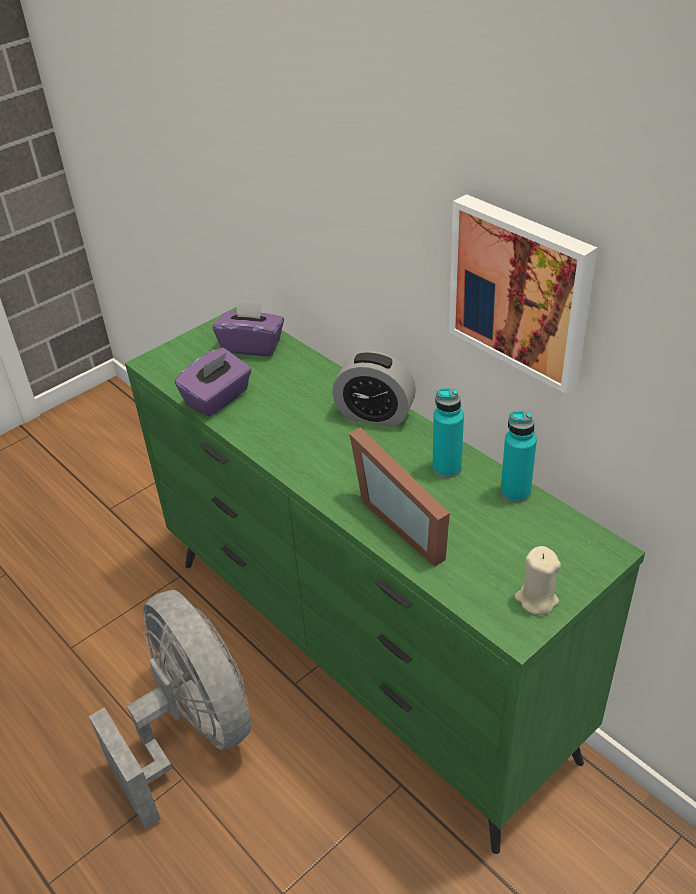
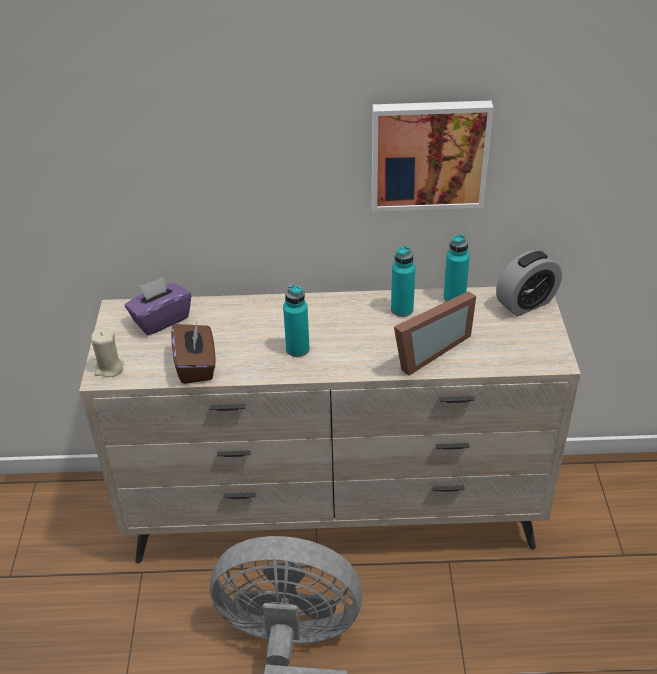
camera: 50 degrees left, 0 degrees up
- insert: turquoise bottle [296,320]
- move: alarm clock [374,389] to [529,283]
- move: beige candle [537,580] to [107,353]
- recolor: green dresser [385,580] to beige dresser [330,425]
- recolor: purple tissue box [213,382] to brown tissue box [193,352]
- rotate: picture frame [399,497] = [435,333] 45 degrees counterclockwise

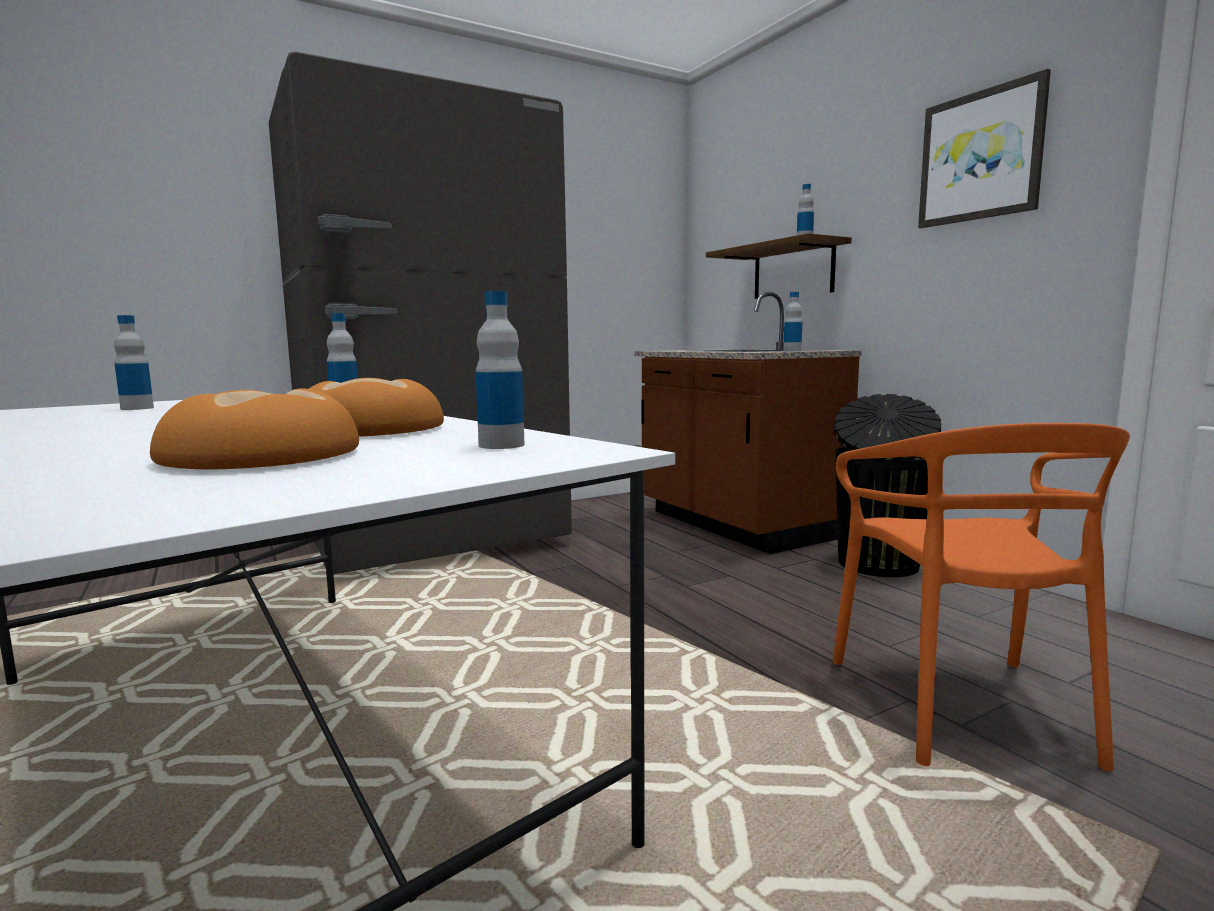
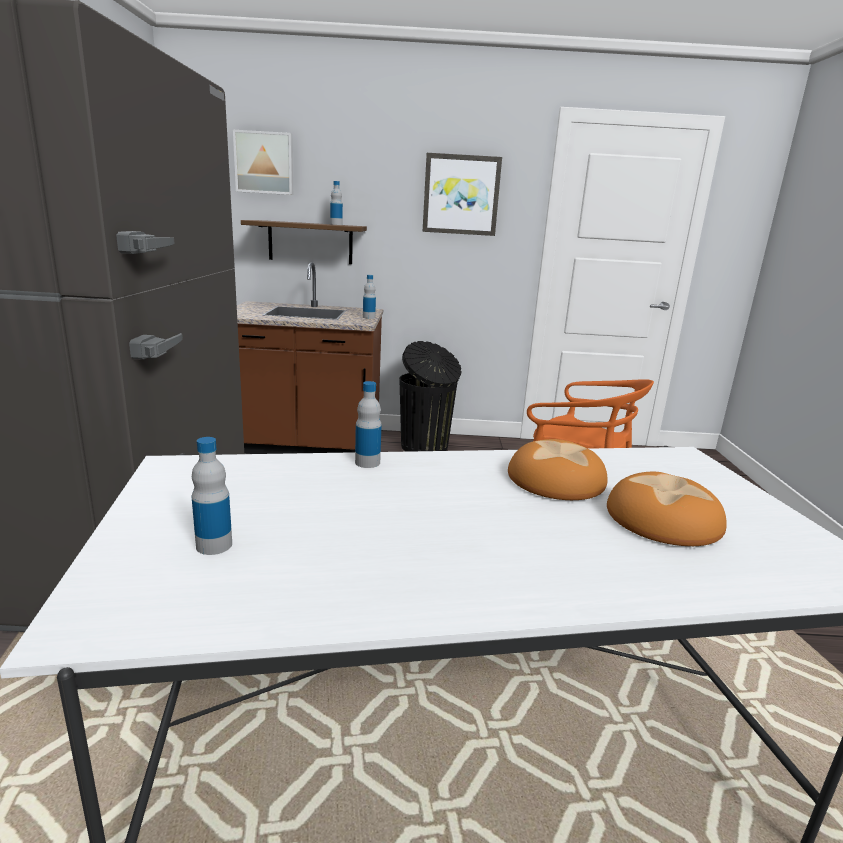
camera: 60 degrees left, 10 degrees up
- delete: bottle [500,370]
- insert: picture [263,162]

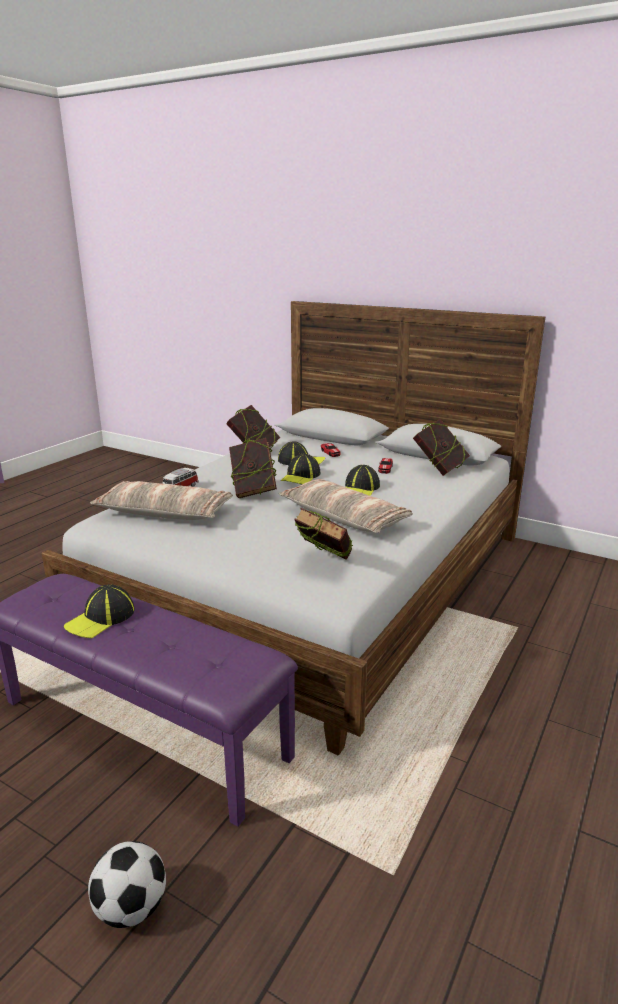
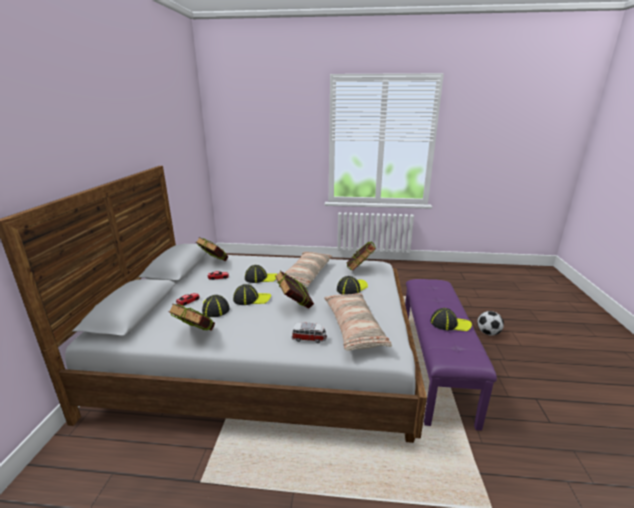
camera: 115 degrees left, 0 degrees up
- insert: cap [352,285]

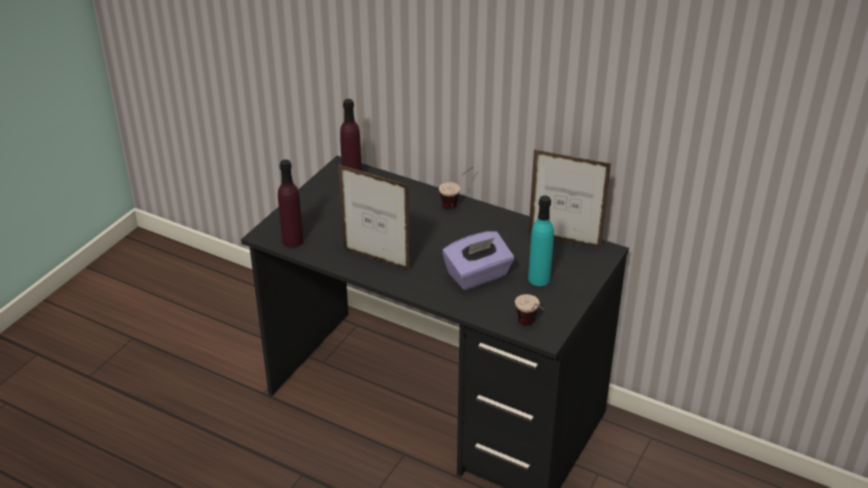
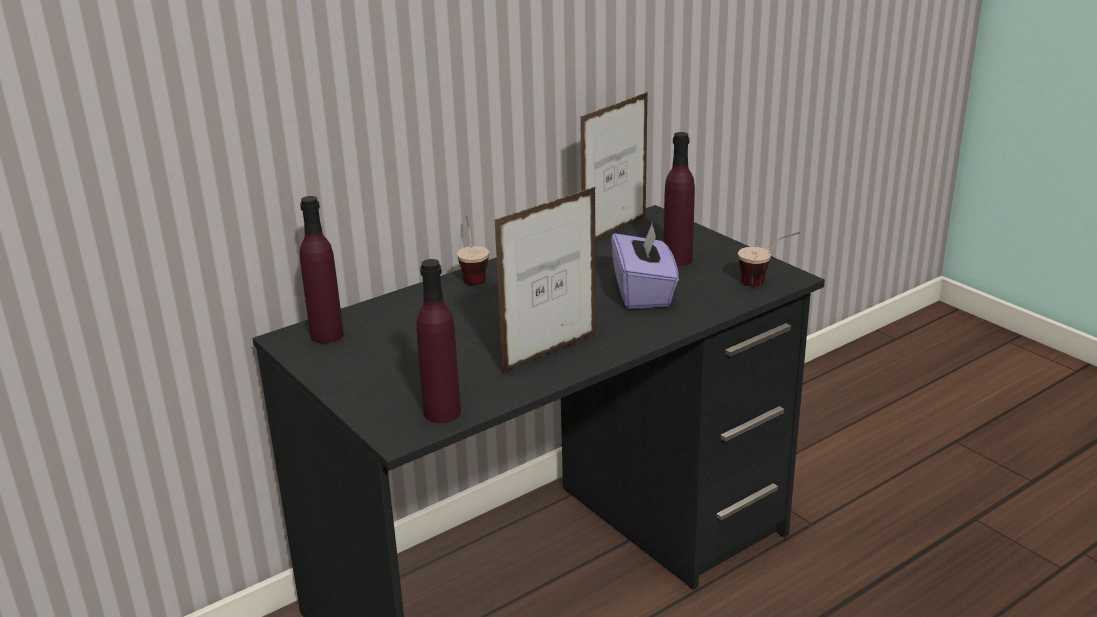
camera: 65 degrees left, 10 degrees down
- recolor: turquoise bottle [541,240] to purple bottle [679,199]

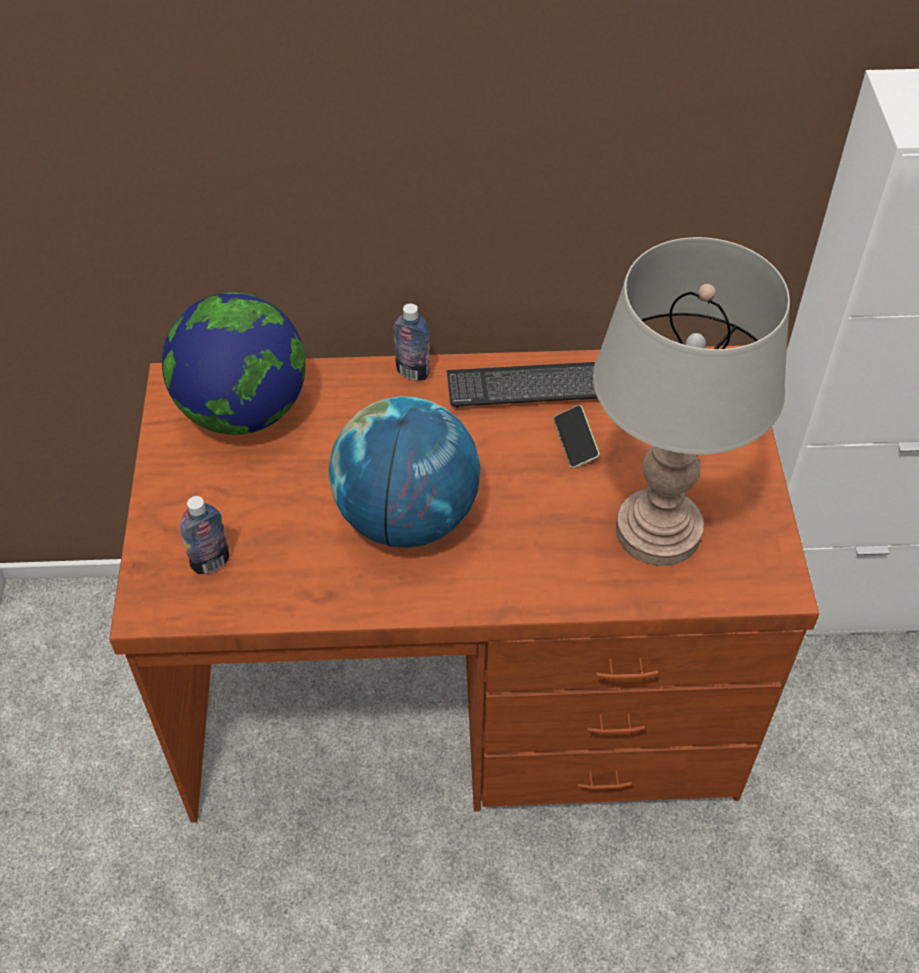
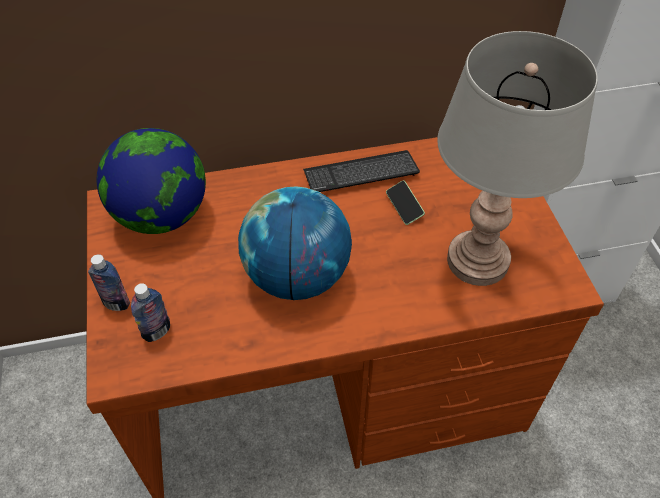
camera: 10 degrees left, 0 degrees up
- move: bottle [412,342] to [109,282]

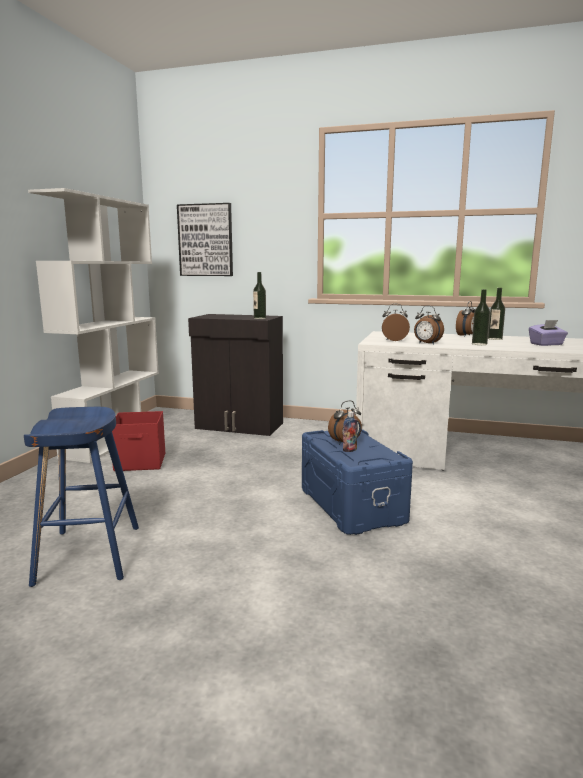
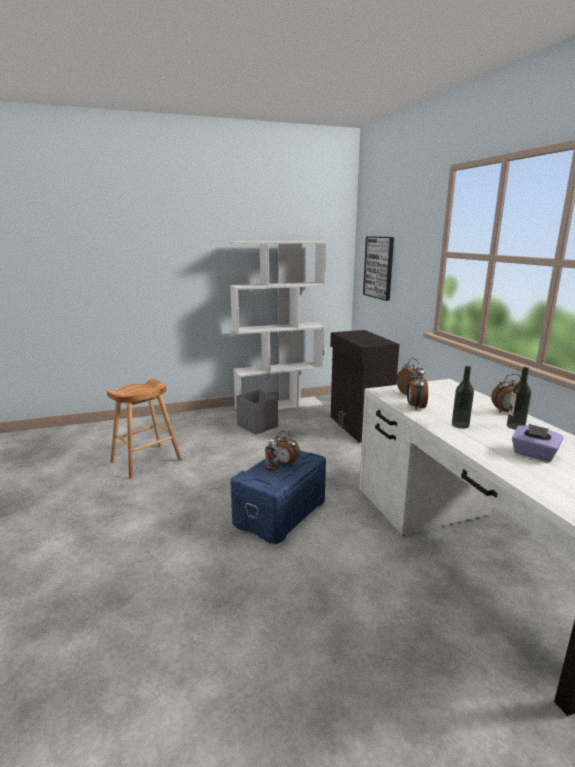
camera: 55 degrees right, 5 degrees up
- delete: bottle [259,295]
- recolor: blue stool [81,497] to brown stool [144,429]
- recolor: red storage box [138,441] to grey storage box [257,412]

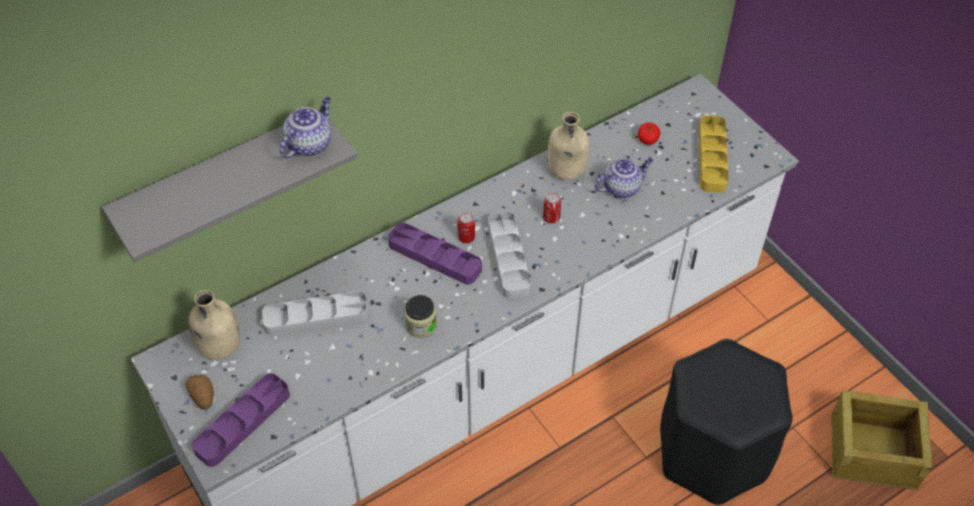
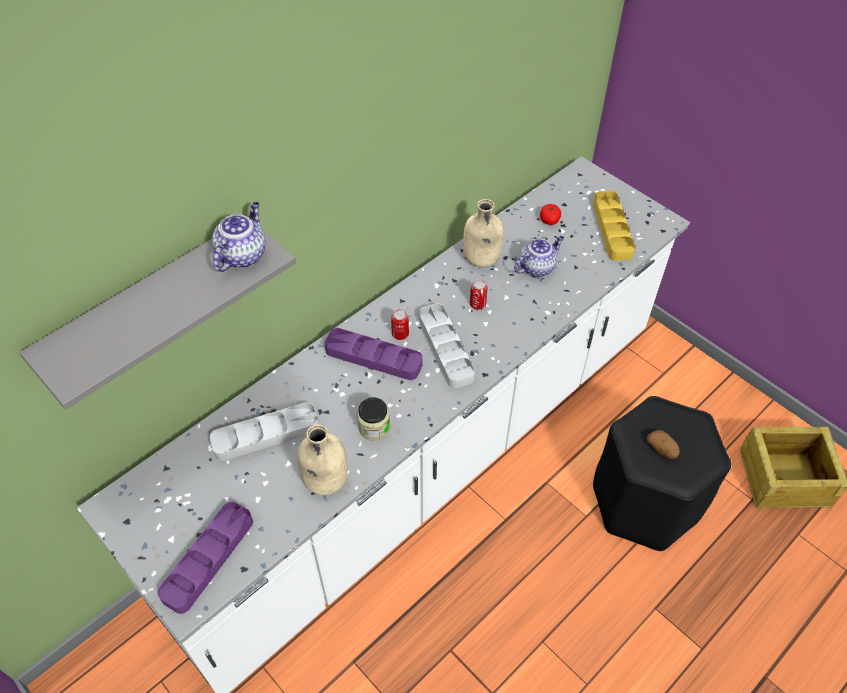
camera: 10 degrees left, 0 degrees up
- move: potato [200,392] to [663,444]
- move: beige bottle [214,325] to [322,459]

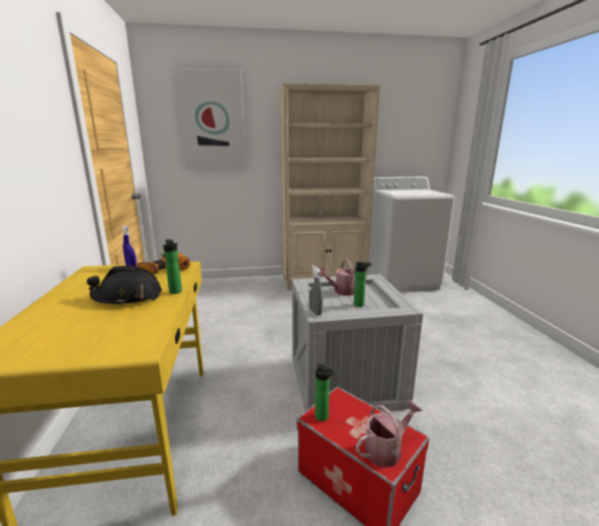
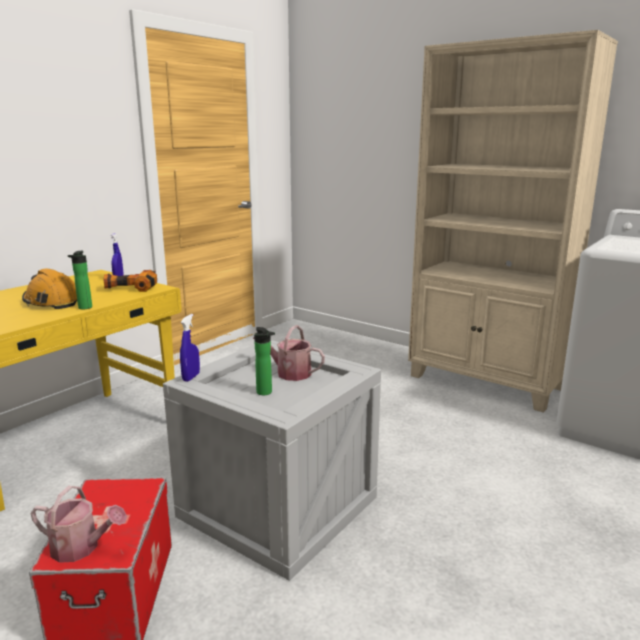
camera: 45 degrees right, 0 degrees up
- delete: picture [211,118]
- delete: bottle [325,392]
- recolor: black hard hat [124,286] to orange hard hat [49,288]
- recolor: grey spray bottle [316,290] to blue spray bottle [190,348]

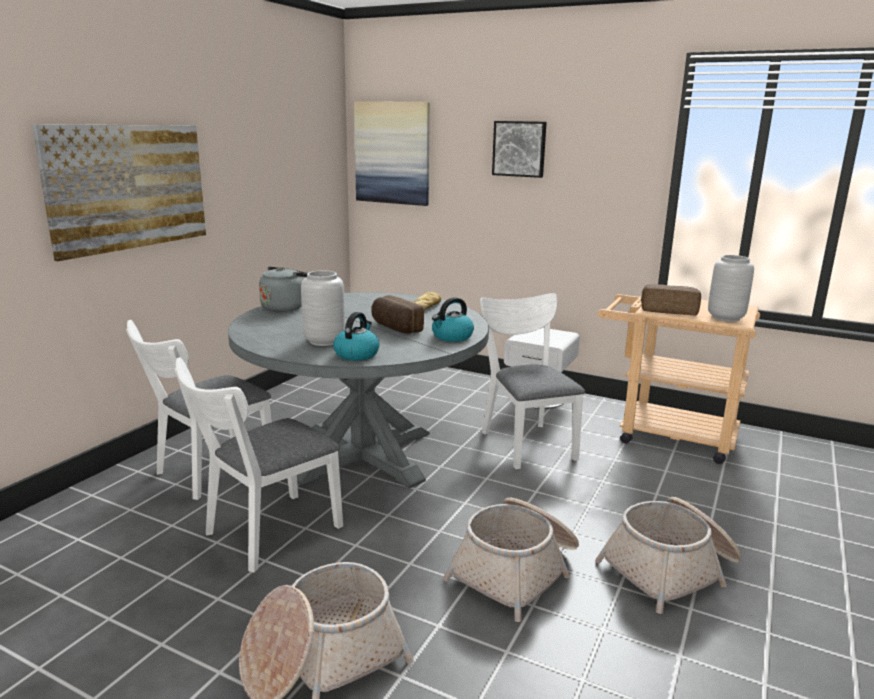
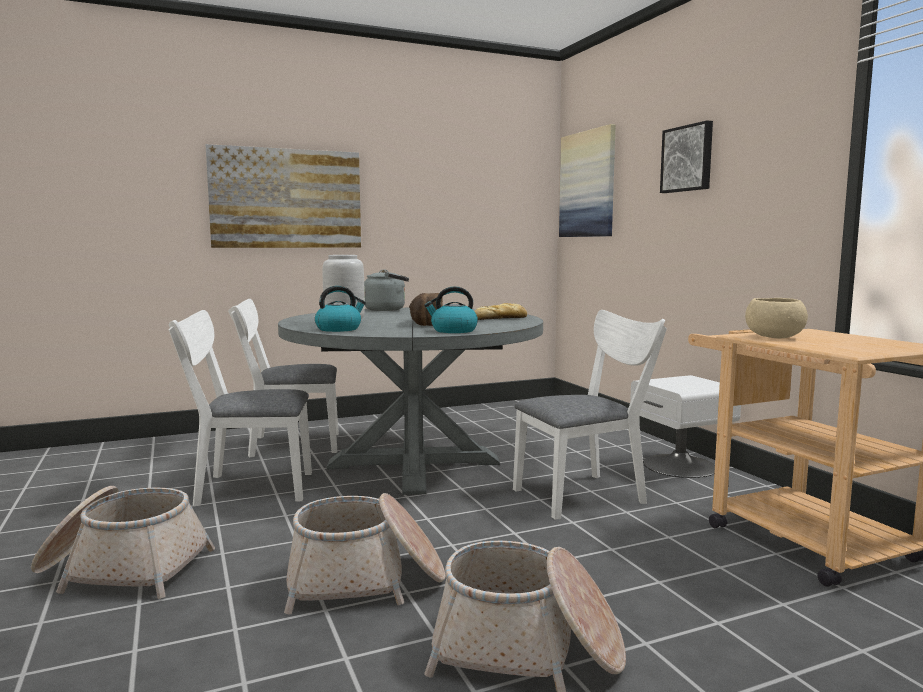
camera: 40 degrees right, 10 degrees down
- delete: grey vase [731,288]
- replace: bread [671,299] to beige bowl [776,318]
- rotate: white chair [532,381] = [590,415] 45 degrees clockwise

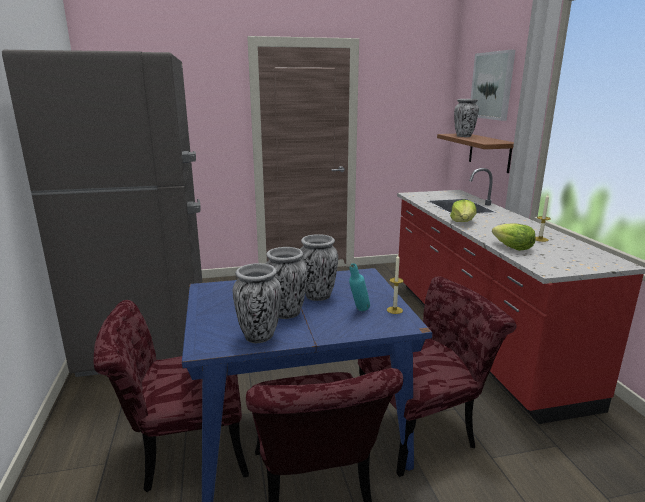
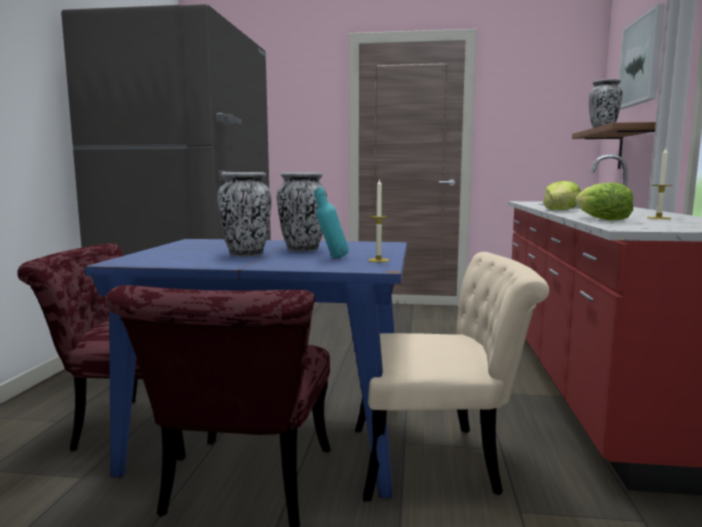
camera: 20 degrees right, 10 degrees down
- delete: vase [257,303]
- recolor: red chair [437,376] to beige chair [452,376]

